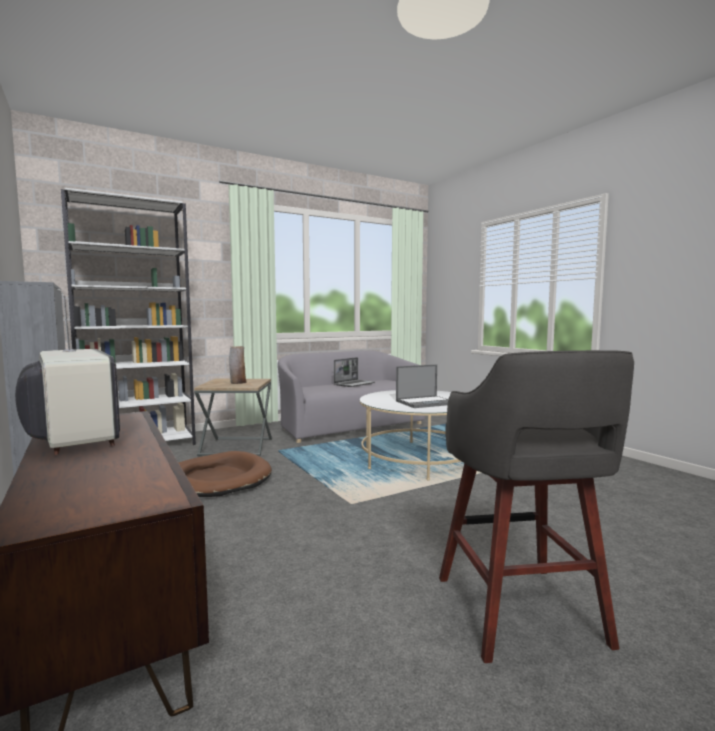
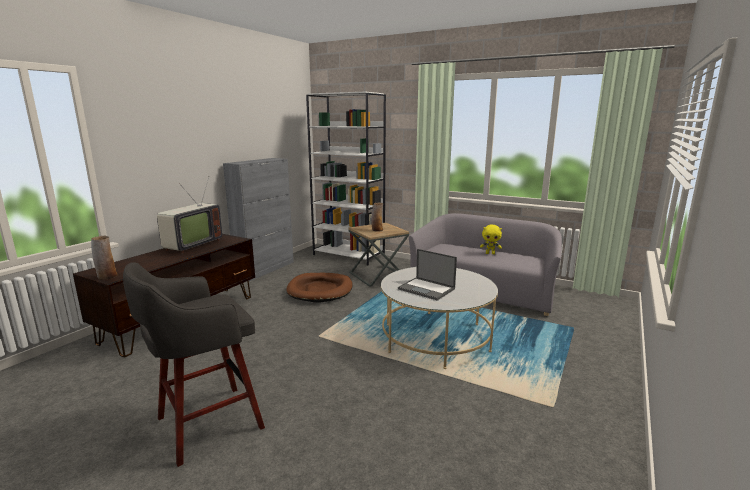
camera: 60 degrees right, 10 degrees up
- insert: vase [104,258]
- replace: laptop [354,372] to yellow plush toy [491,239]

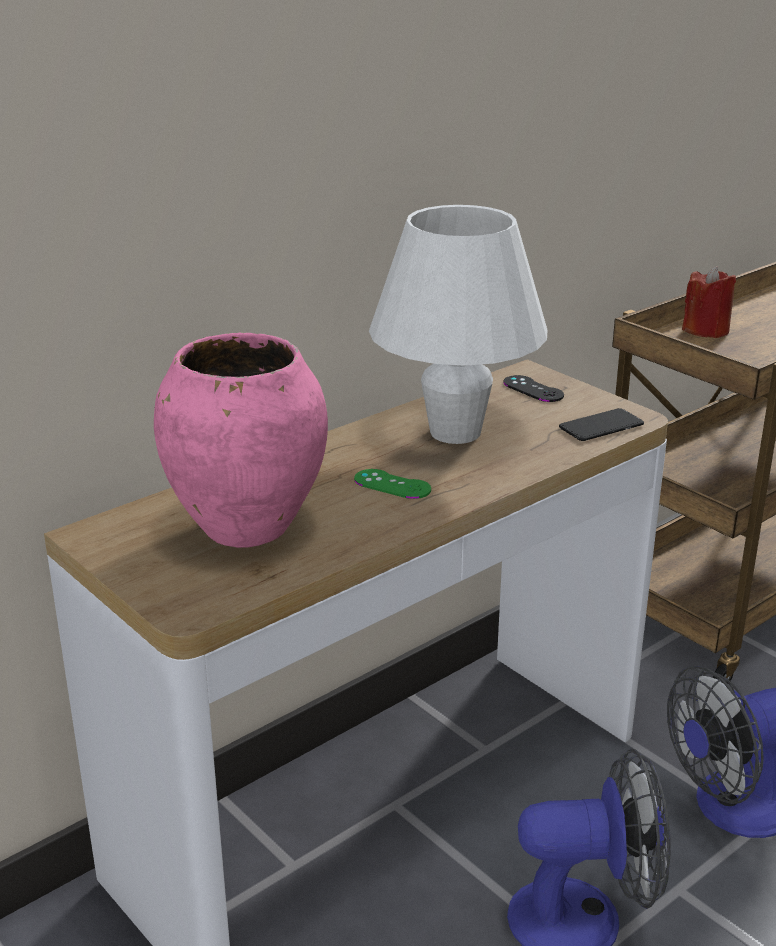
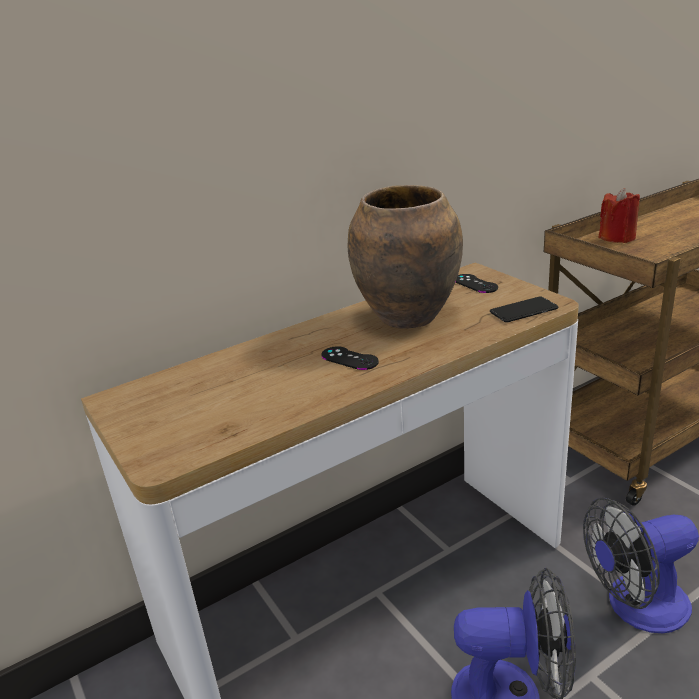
camera: 10 degrees right, 0 degrees up
- delete: pink vase [241,440]
- replace: white table lamp [458,324] to brown vase [405,257]
- recolor: green game controller [392,484] to black game controller [350,358]

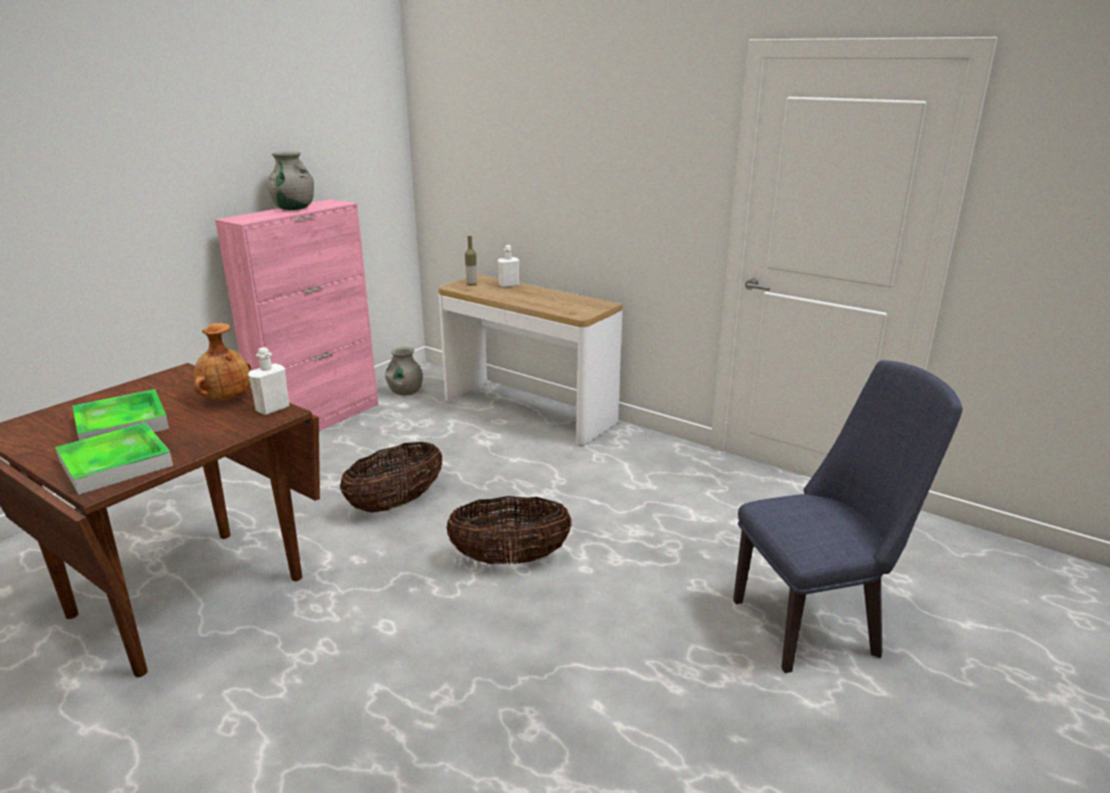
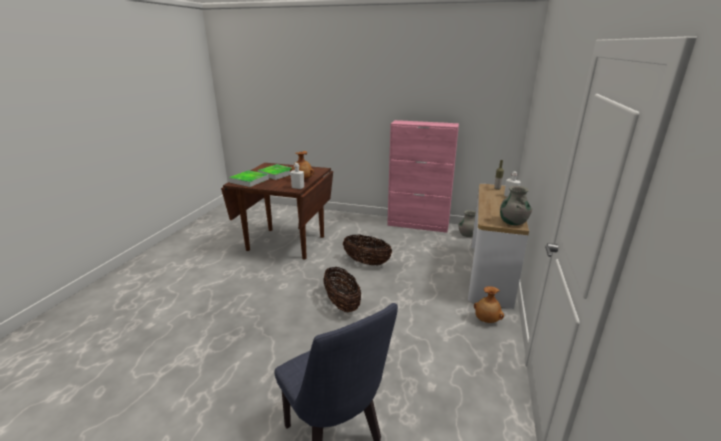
camera: 70 degrees right, 0 degrees up
- insert: brown vase [489,304]
- move: grey vase [291,180] to [516,205]

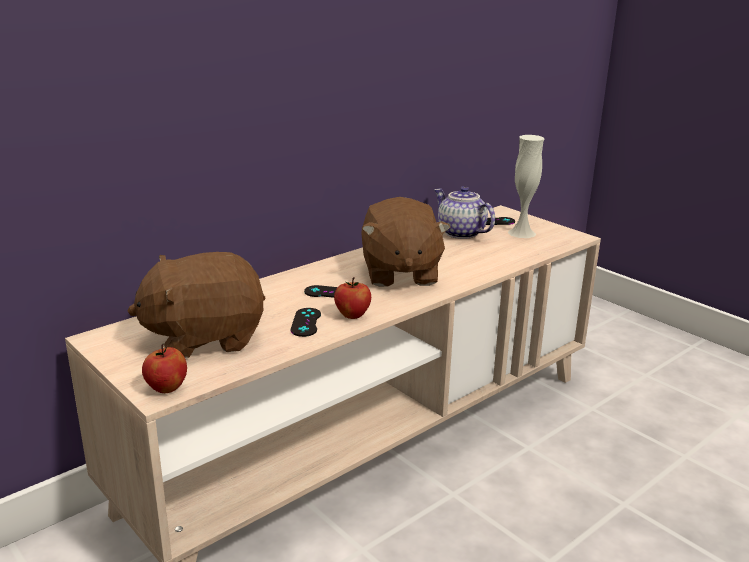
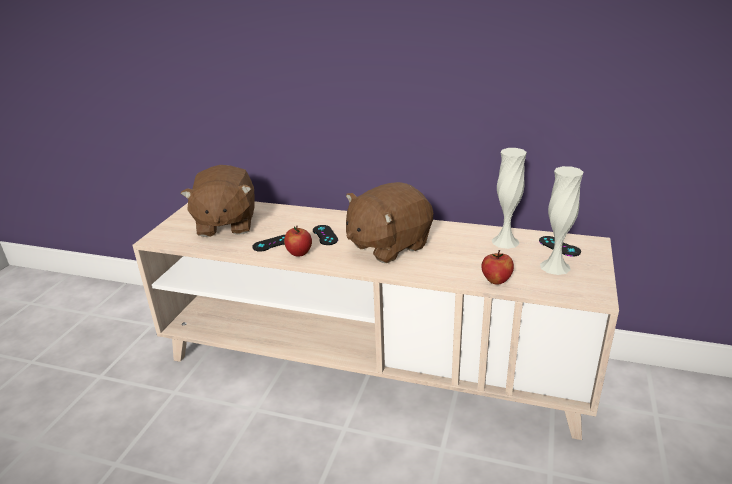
camera: 60 degrees right, 5 degrees up
- move: apple [164,368] to [497,267]
- replace: teapot [464,212] to white vase [509,198]
- rotate: brown plush toy [196,305] = [218,201] 135 degrees counterclockwise

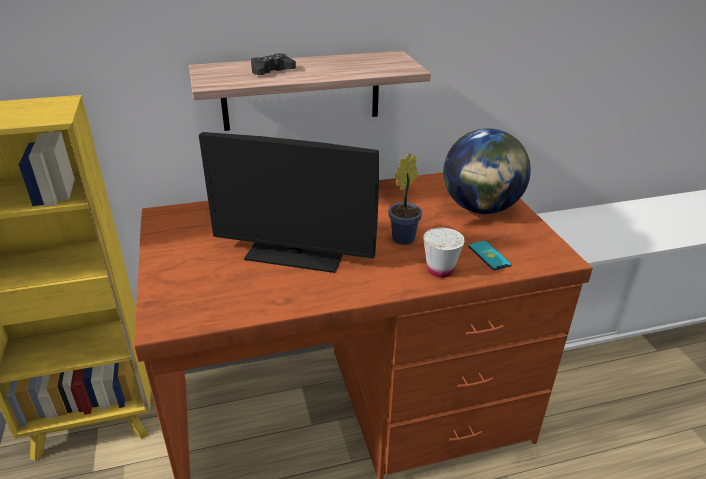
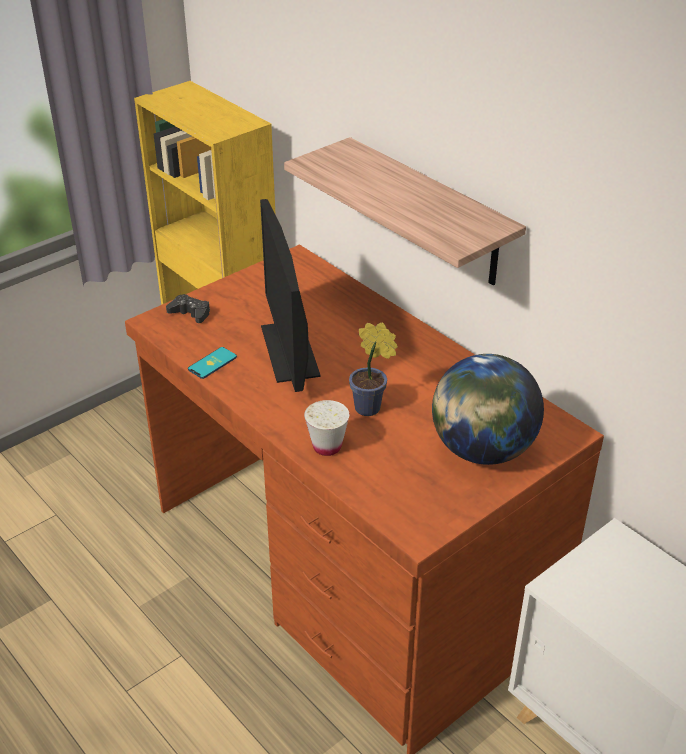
camera: 65 degrees right, 5 degrees up
- move: black game controller [273,64] to [188,308]
- move: phone [489,255] to [212,363]

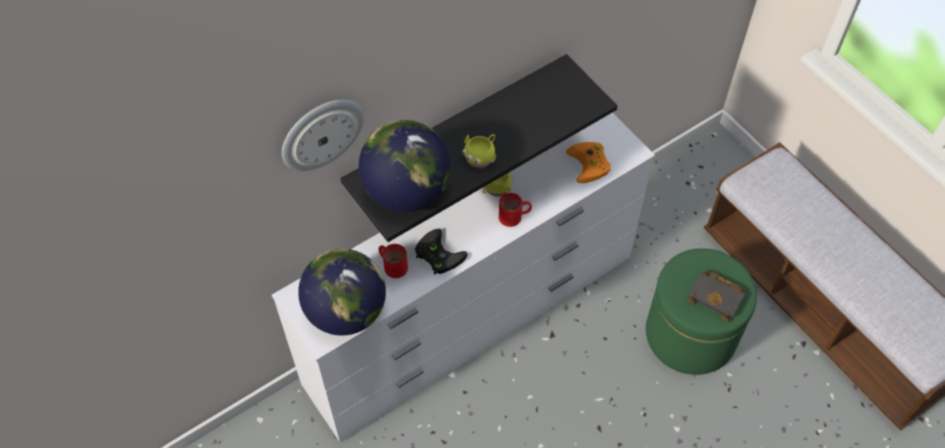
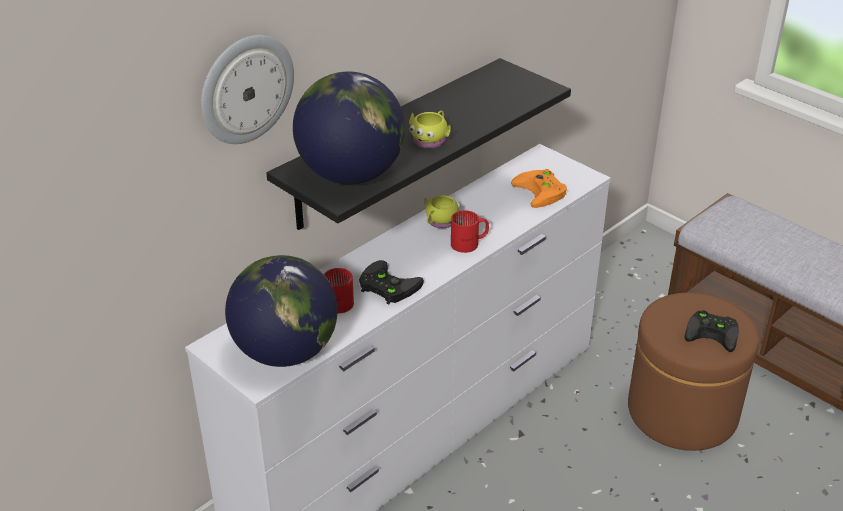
camera: 10 degrees left, 20 degrees down
- replace: black book [716,296] to black game controller [712,331]
- recolor: green ottoman [701,311] to brown ottoman [693,372]

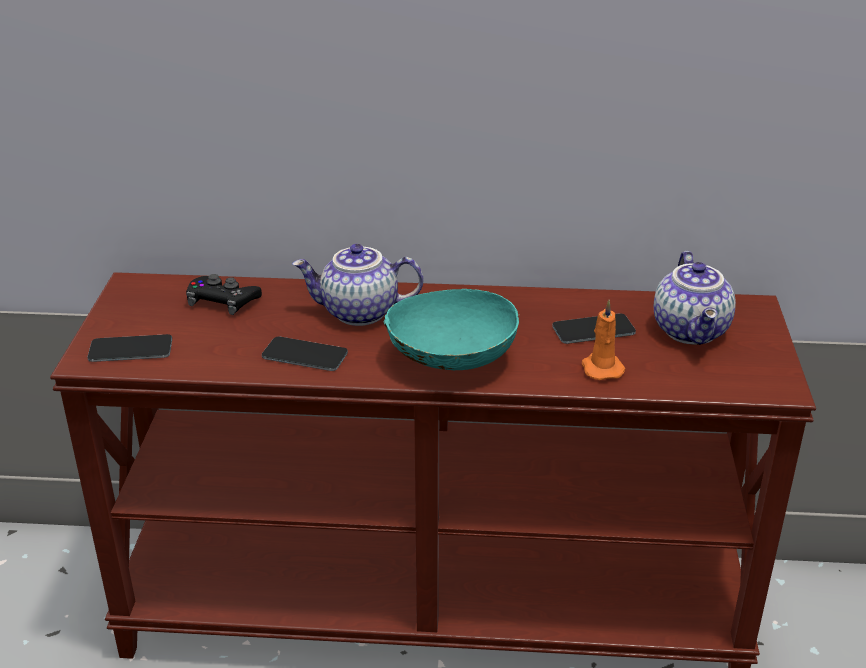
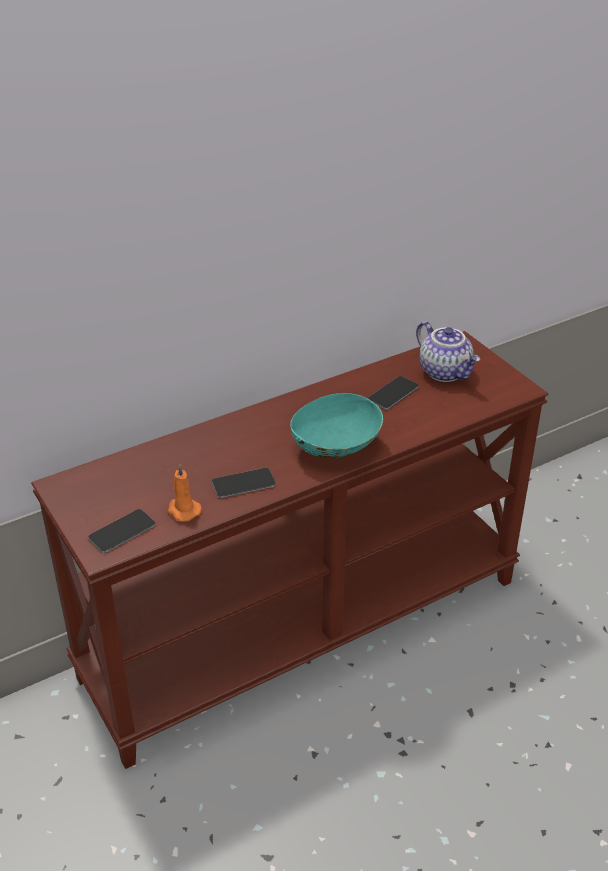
camera: 35 degrees left, 5 degrees up
- delete: black game controller [224,294]
- delete: teapot [358,285]
- move: orange candle [604,340] to [184,493]

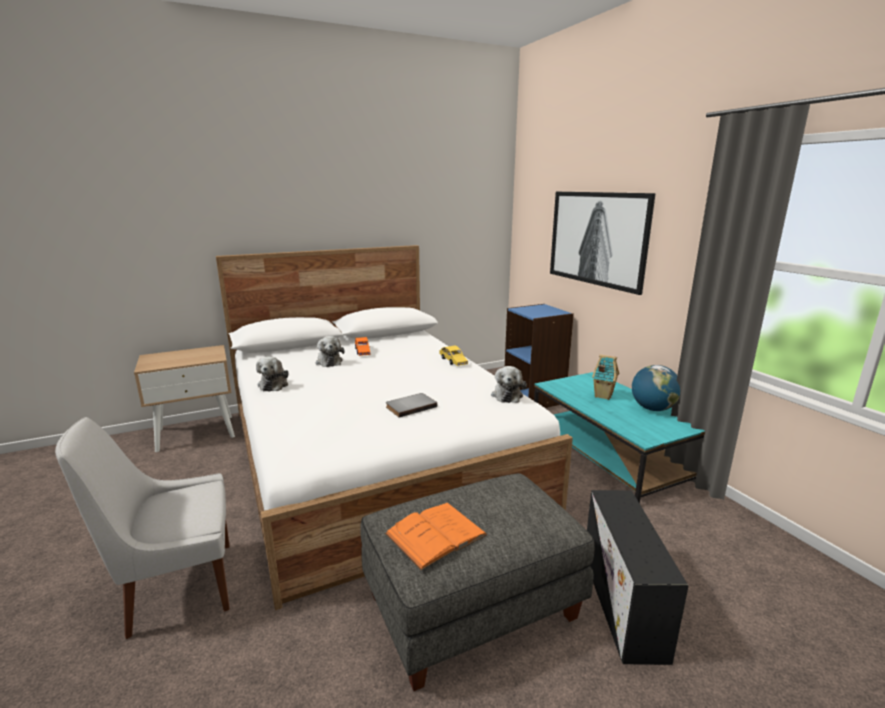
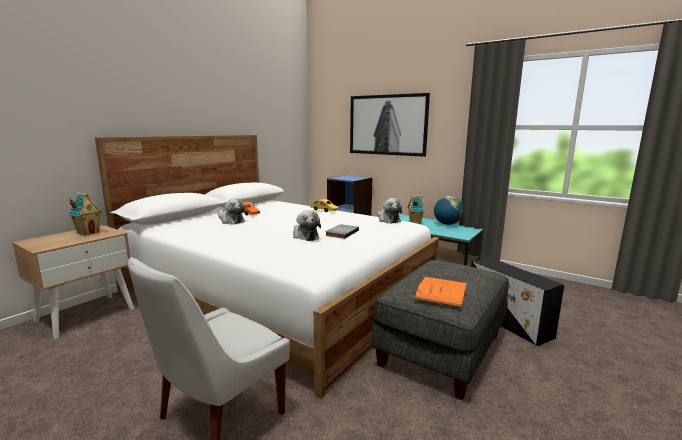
camera: 30 degrees left, 5 degrees down
- insert: toy house [85,213]
- move: plush toy [272,373] to [307,225]

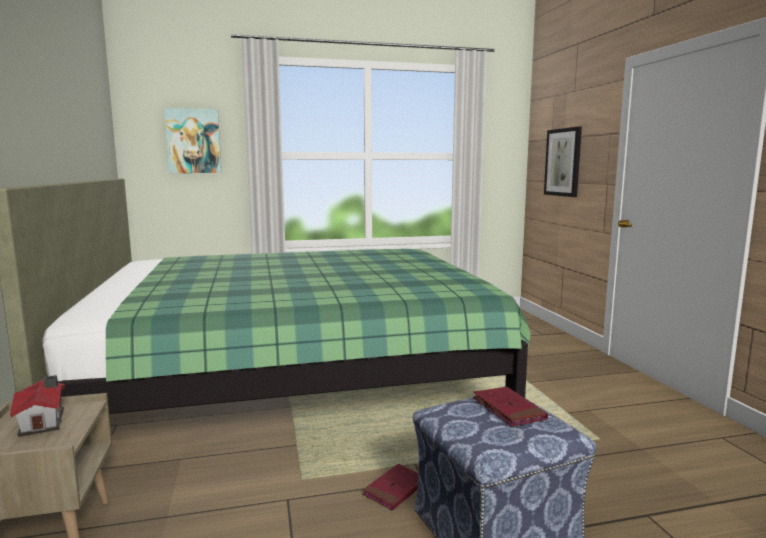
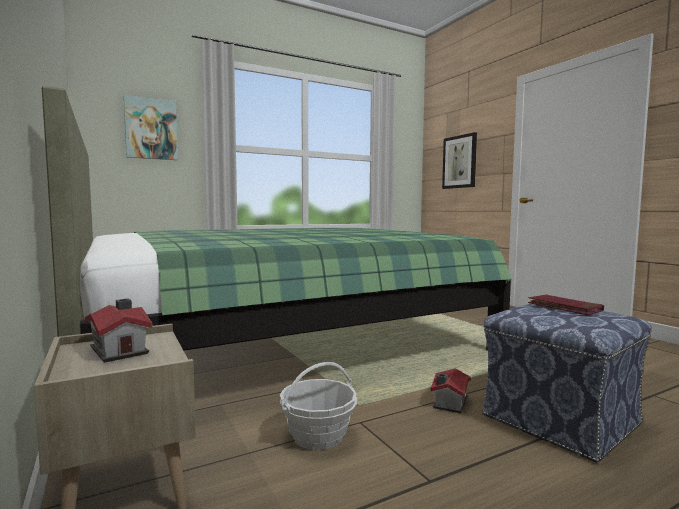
camera: 15 degrees left, 5 degrees down
- insert: basket [318,406]
- replace: red book [391,487] to toy house [451,390]

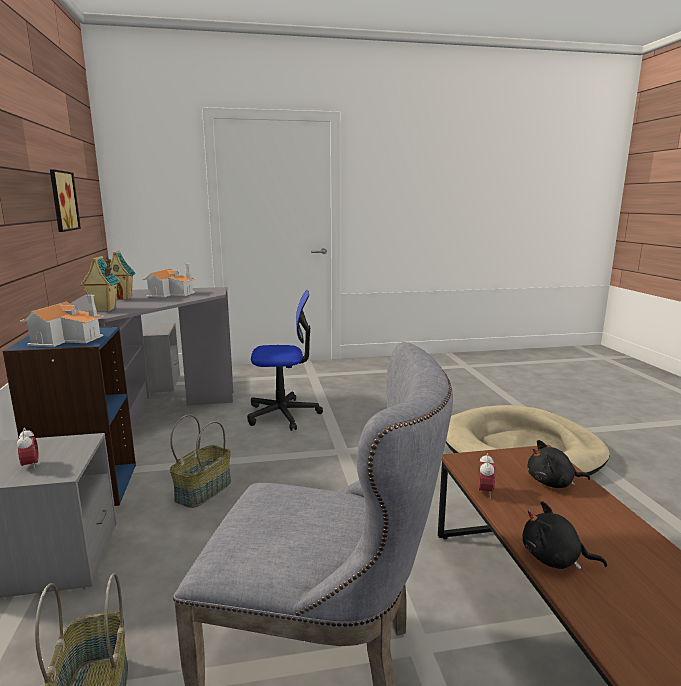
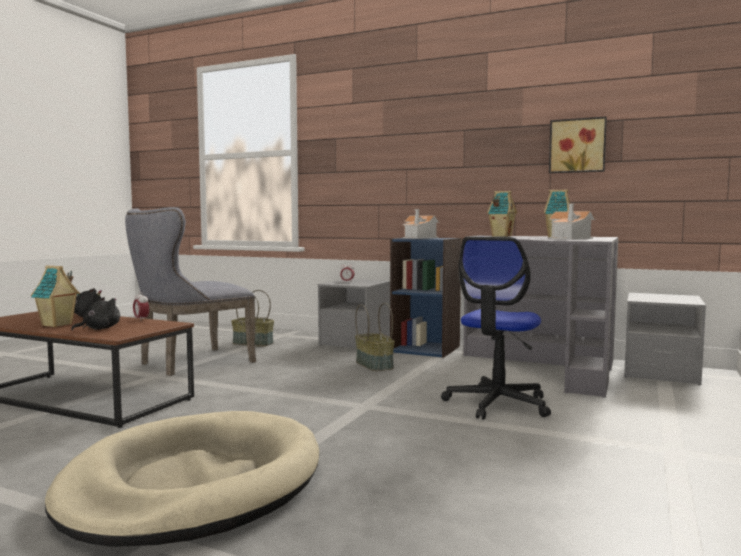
camera: 125 degrees right, 10 degrees down
- insert: toy house [55,296]

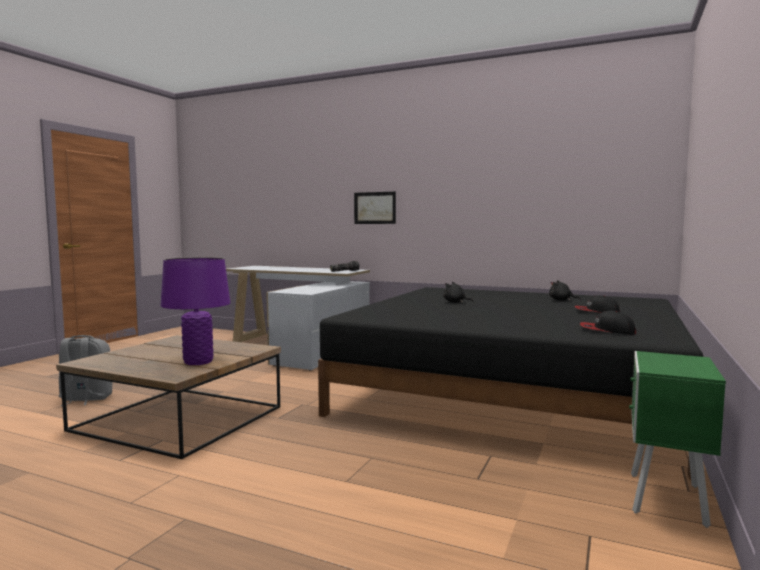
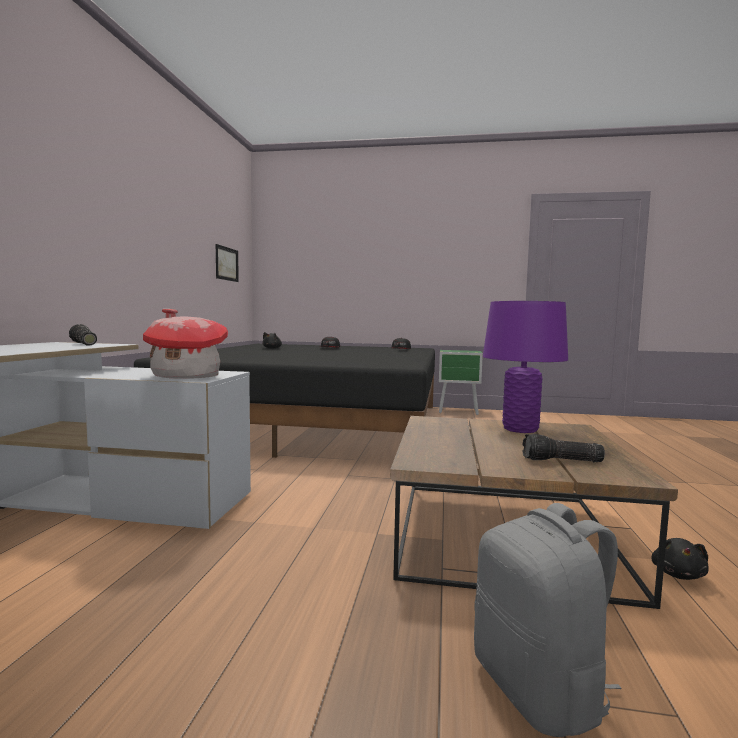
camera: 105 degrees left, 0 degrees up
- insert: toy house [185,344]
- insert: flashlight [563,448]
- move: picture [375,208] to [227,263]
- move: black plush toy [458,292] to [680,559]

